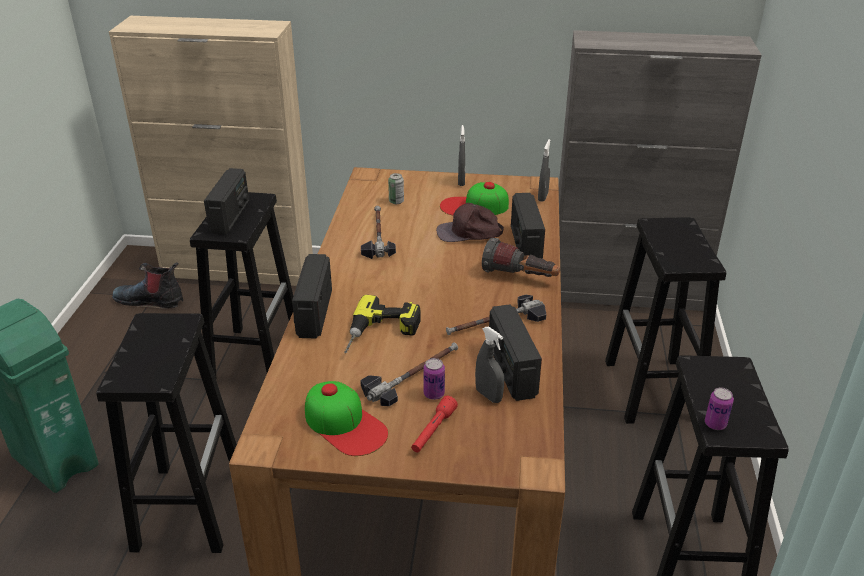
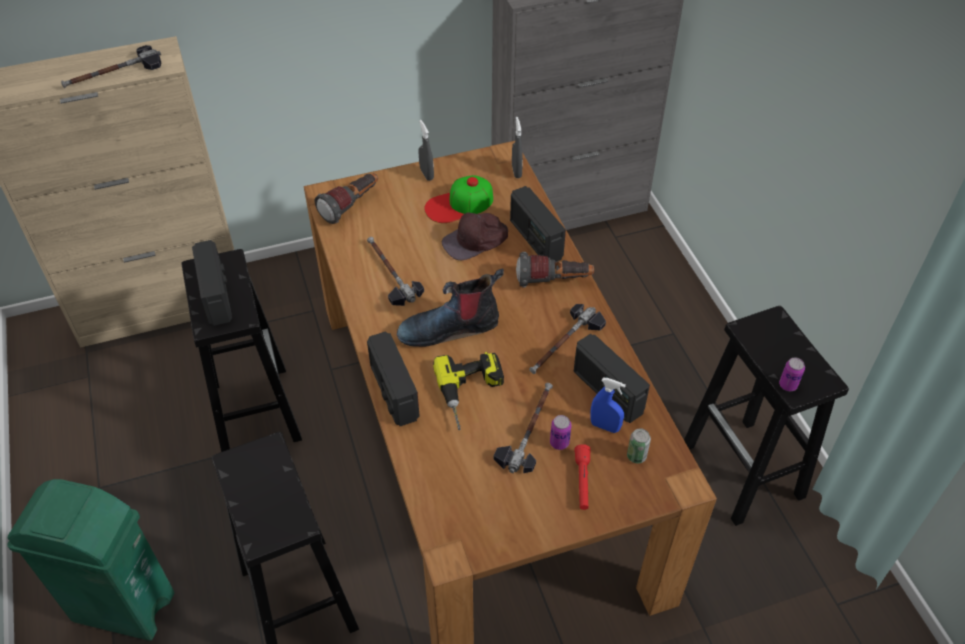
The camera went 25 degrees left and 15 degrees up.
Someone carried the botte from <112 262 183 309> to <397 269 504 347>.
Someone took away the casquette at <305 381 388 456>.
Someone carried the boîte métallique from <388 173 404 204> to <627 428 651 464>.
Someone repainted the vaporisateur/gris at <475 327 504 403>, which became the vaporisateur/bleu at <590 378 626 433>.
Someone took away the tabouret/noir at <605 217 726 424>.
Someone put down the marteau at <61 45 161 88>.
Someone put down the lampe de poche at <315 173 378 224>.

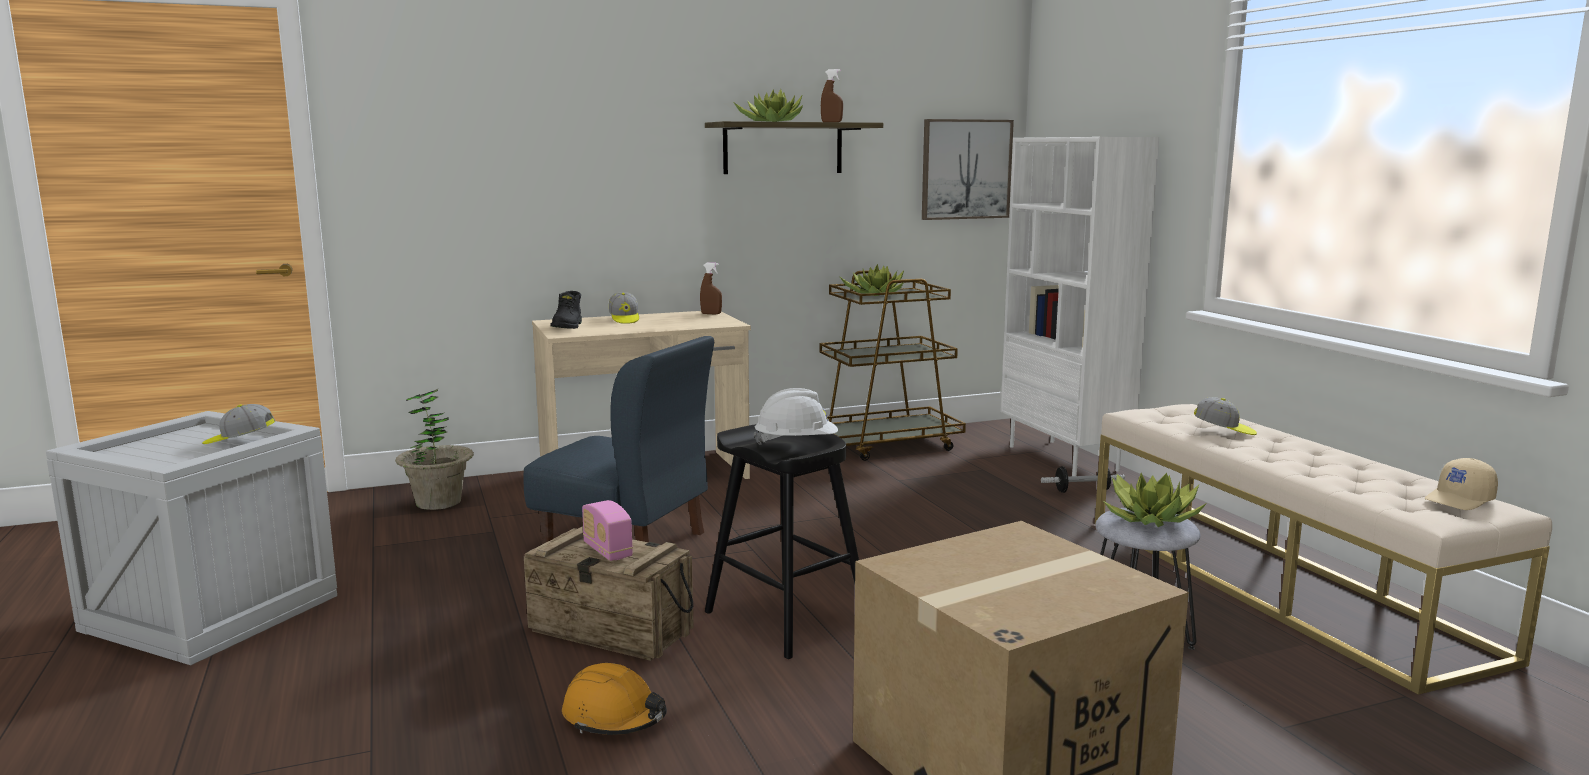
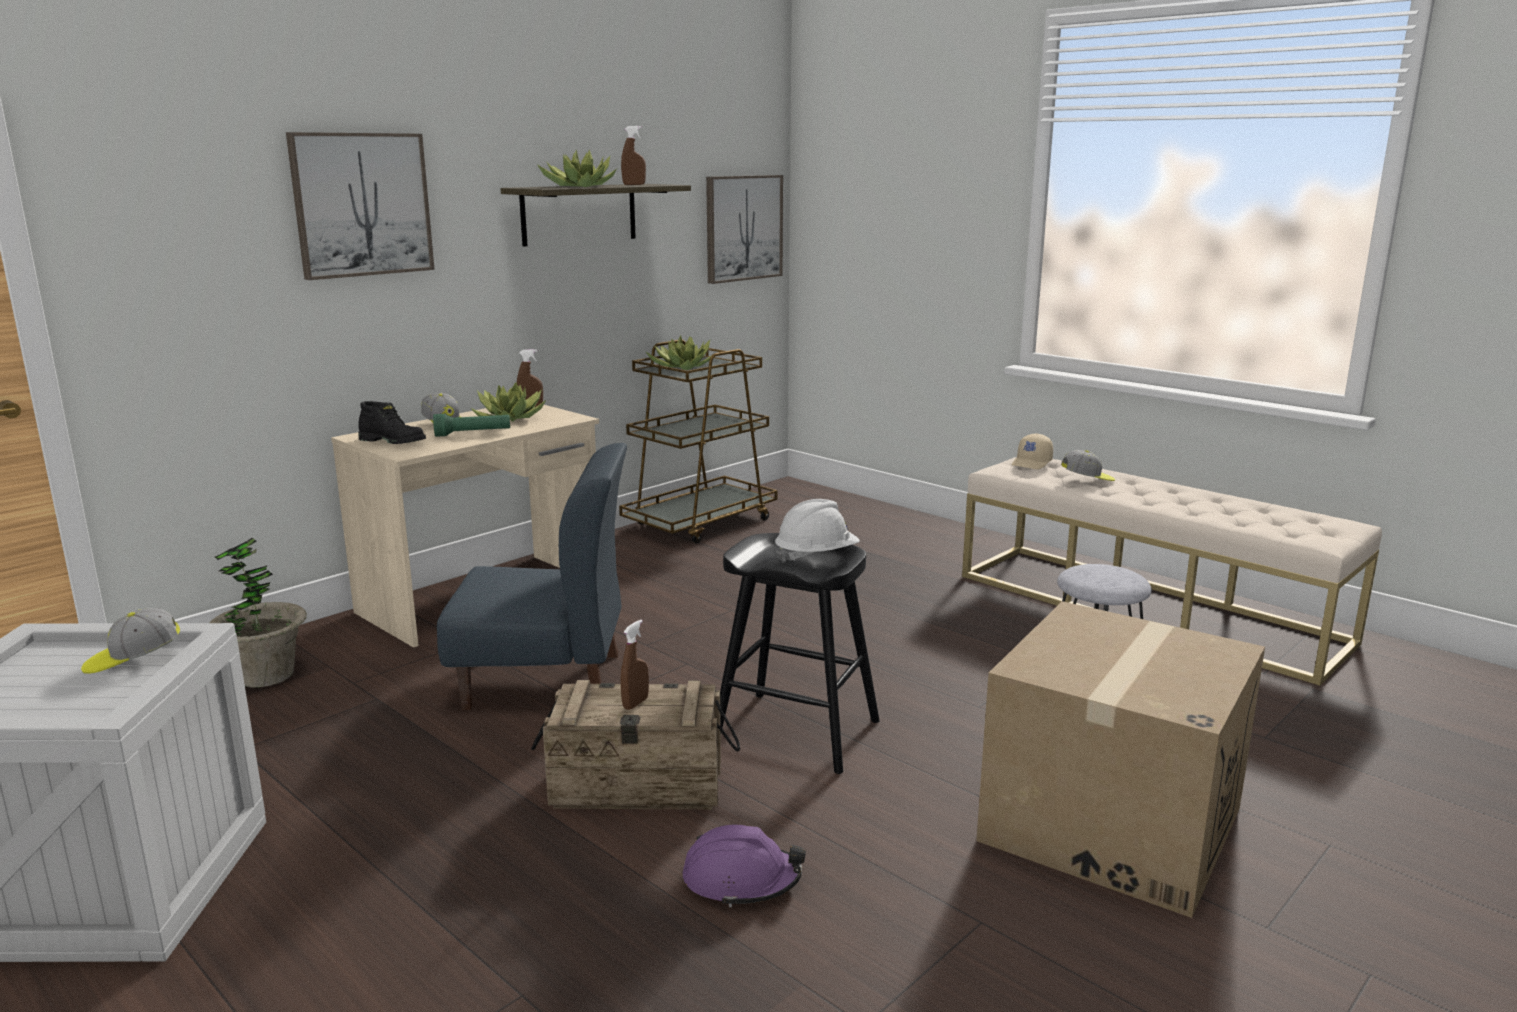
The camera went 25 degrees left and 5 degrees up.
Someone rotated the botte/noir at <550 291 582 329> by 45 degrees counterclockwise.
Someone repainted the casque de chantier/orange at <562 663 667 735>, which became the casque de chantier/violet at <683 825 806 907>.
Someone swapped the radio at <582 500 633 561> for the vaporisateur/marron at <620 620 649 710>.
Someone took away the bibliothèque/blanc at <1000 137 1159 476>.
Someone took away the haltère at <1041 466 1125 493>.
Someone carried the plante en pot from <1104 473 1207 527> to <471 382 546 422>.
Someone carried the casquette/beige from <1424 458 1498 510> to <1012 434 1053 469>.
Someone put up the tableau at <286 132 435 280>.
Someone put down the lampe de poche/vert at <433 414 510 437>.

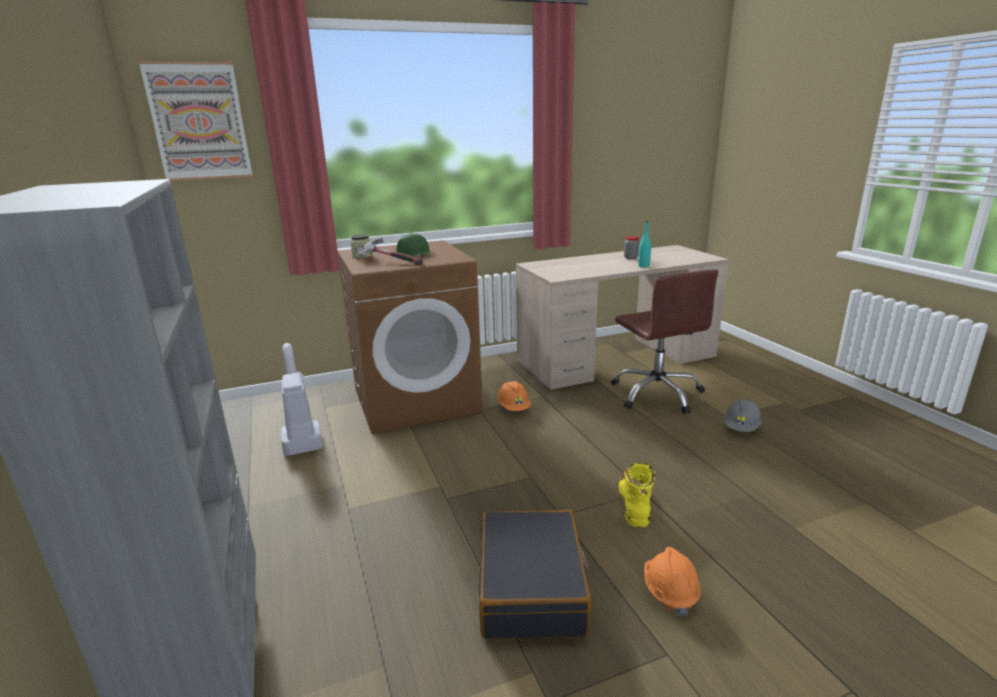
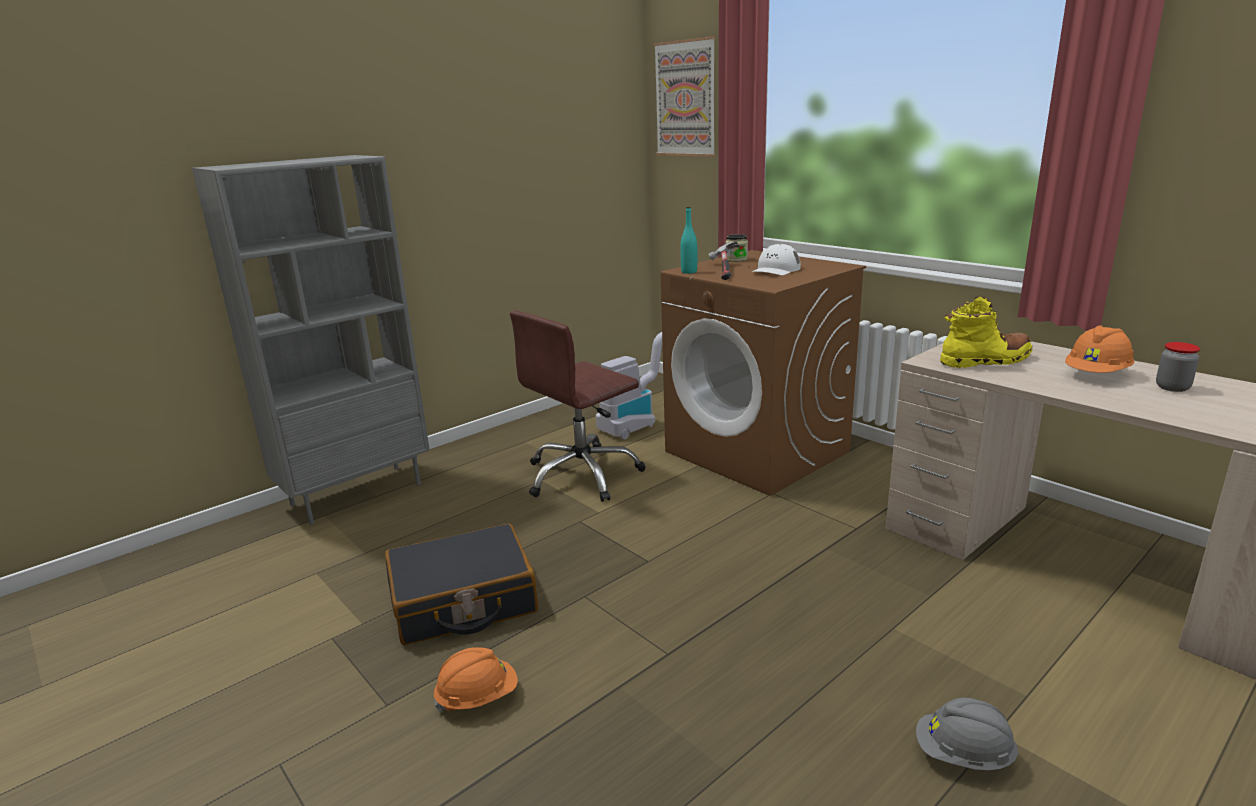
The camera went 70 degrees right and 0 degrees up.
Someone repainted the casquette/vert at <396 233 435 257>, which became the casquette/blanc at <752 244 801 275>.
Someone carried the casque de chantier/orange from <497 381 531 411> to <1065 325 1134 373>.
Someone carried the chaise de bureau/marron from <611 269 718 414> to <510 310 646 502>.
Someone carried the botte/jaune from <619 463 655 528> to <940 297 1032 369>.
Someone carried the bouteille/turquoise from <638 221 651 267> to <680 207 697 274>.

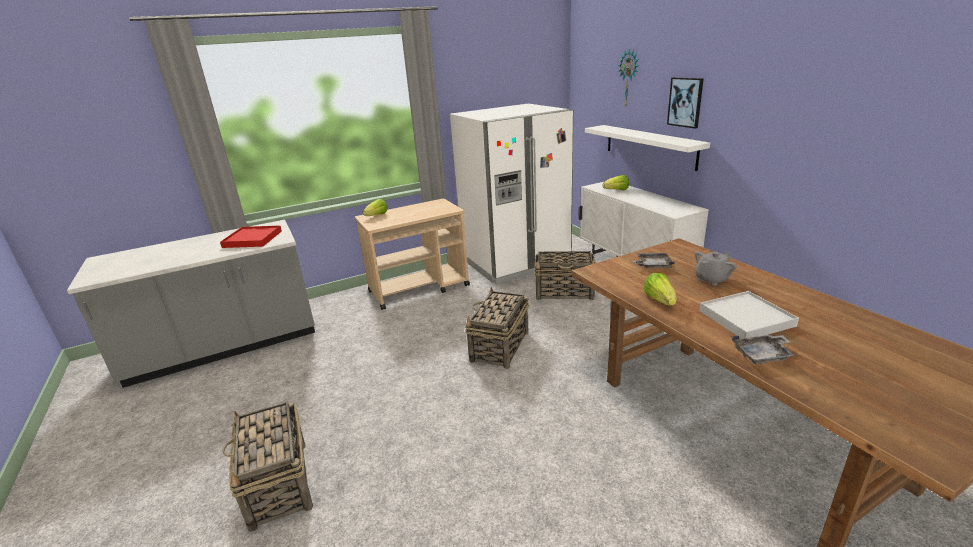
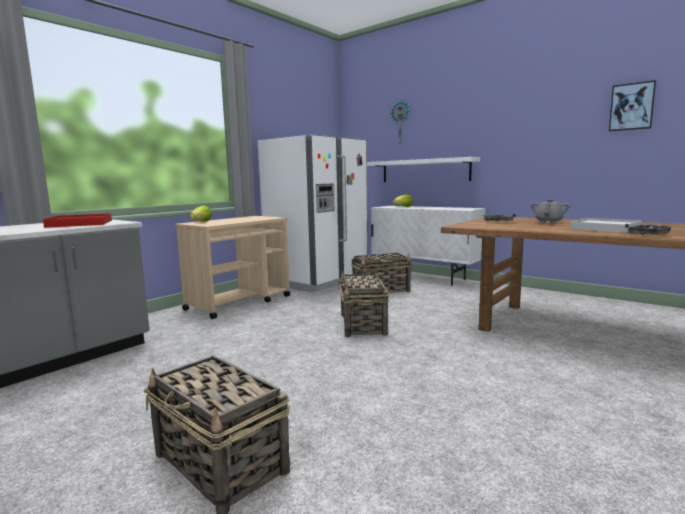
The camera went 25 degrees left and 15 degrees down.
Someone took away the laitue at <643 273 677 305>.
Someone carried the tableau from <667 77 704 128> to <609 80 656 131>.

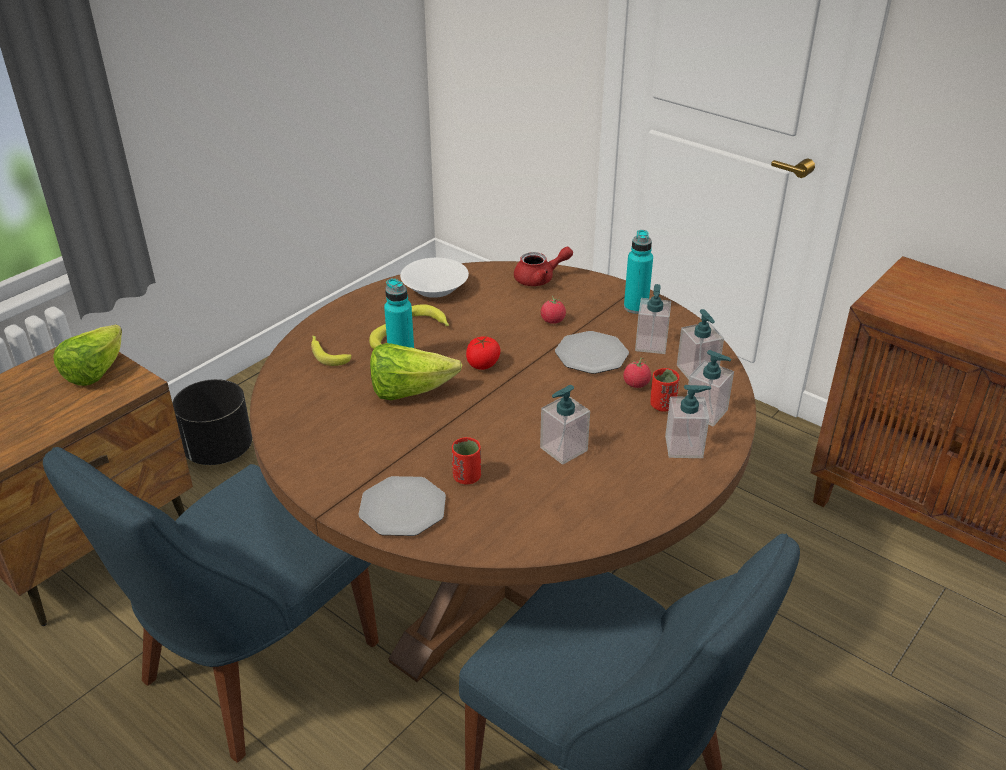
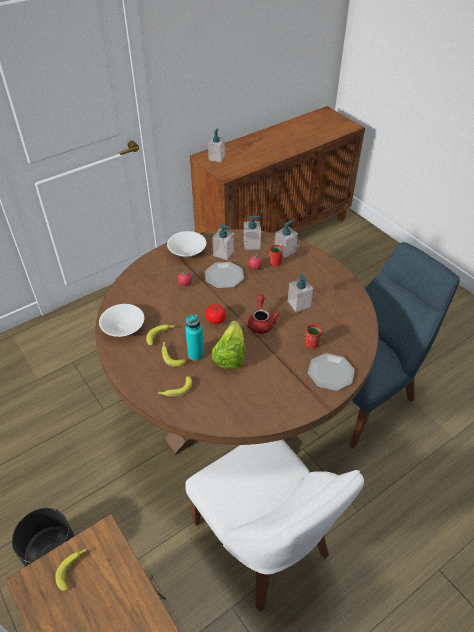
The camera went 75 degrees left and 10 degrees up.
Someone repainted the chaise/bleu at <43 447 379 763>, which became the chaise/blanc at <185 439 364 612>.
Someone swapped the laitue at <53 324 122 386> for the banane at <55 548 87 591>.
Someone carried the théière/rouge from <514 246 573 286> to <248 294 280 334>.
Someone swapped the bouteille/turquoise at <624 230 653 314> for the bol/blanc at <167 231 206 257>.
Someone carried the distributeur de savon from <665 385 711 458> to <208 128 225 162>.

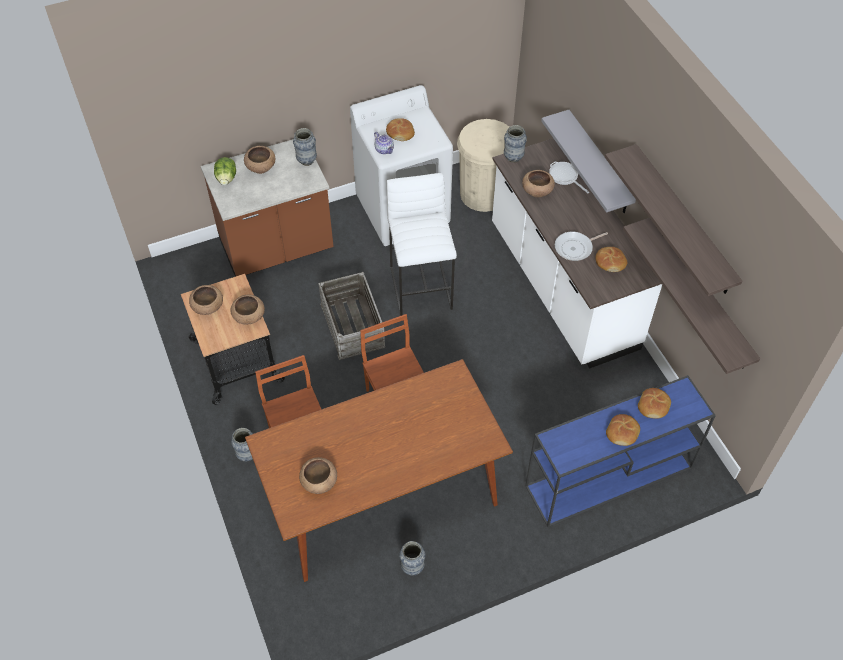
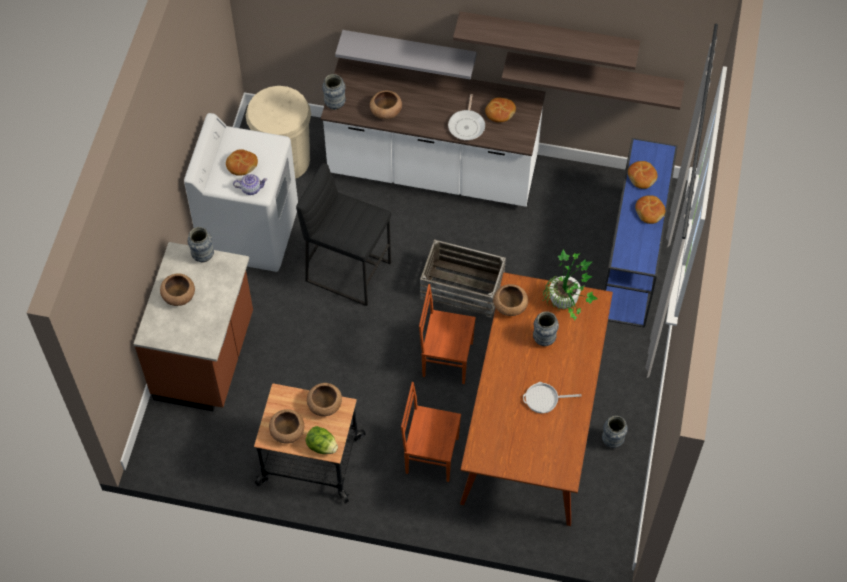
The camera went 55 degrees left and 5 degrees up.
Someone carried the laitue from <214 157 236 185> to <305 426 338 454>.
Someone carried the vase from <231 428 253 462> to <533 311 559 346>.
Someone carried the bol/marron from <299 457 337 494> to <493 284 528 316>.
Someone carried the caisse from <318 272 385 360> to <420 239 506 318>.
Someone repainted the tabouret/blanc at <387 173 457 316>, which became the tabouret/noir at <296 163 391 306>.
Someone carried the poêle from <549 162 589 193> to <523 382 582 413>.
Someone put down the plante en pot at <542 249 598 320>.

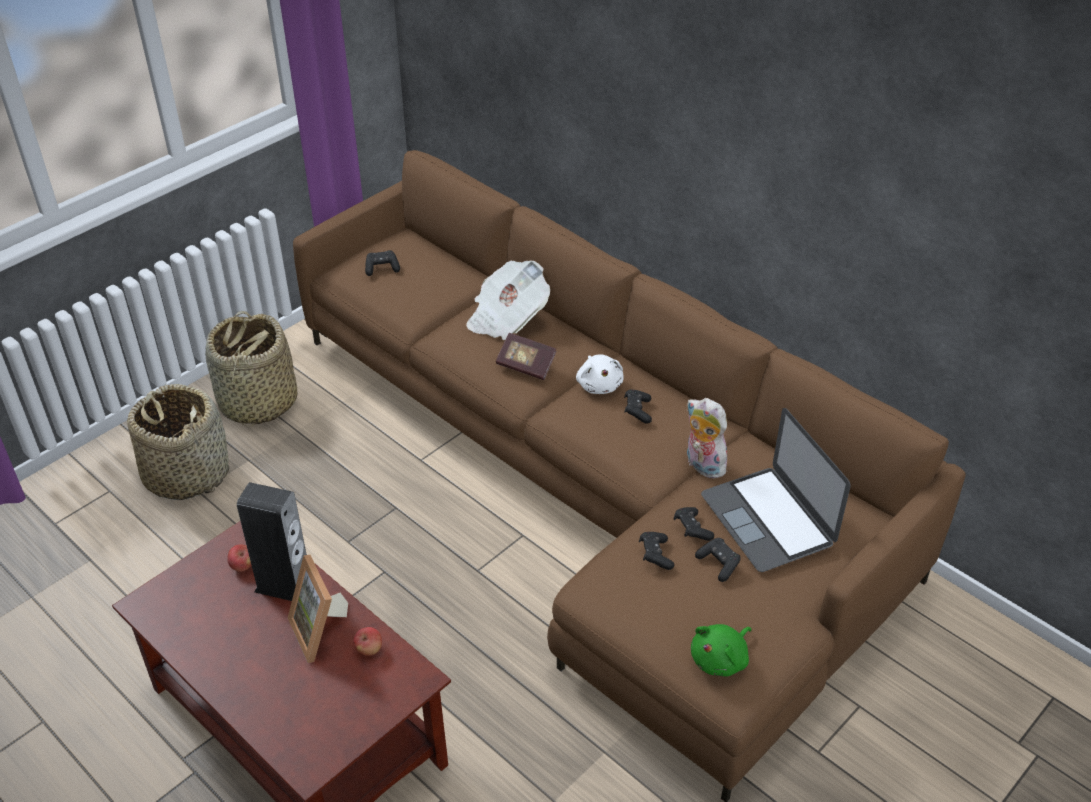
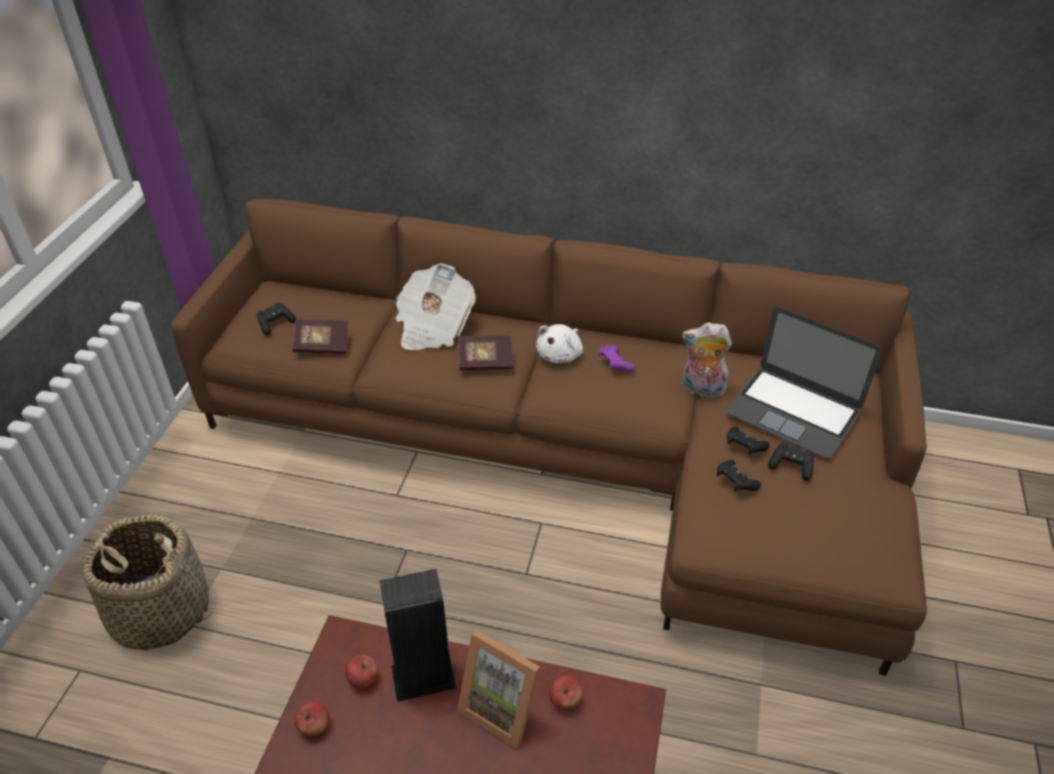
The camera went 30 degrees left and 0 degrees up.
Someone took away the panier at <205 311 297 426>.
Someone rotated the peluche/blanc at <576 354 624 394> by 75 degrees clockwise.
Someone repainted the manette/noir at <624 389 652 424>, which became the manette/violet at <598 345 635 372>.
Someone took away the peluche/vert at <691 624 751 676>.
Someone put down the livre at <293 319 348 354>.
Someone put down the pomme at <294 701 329 736>.

